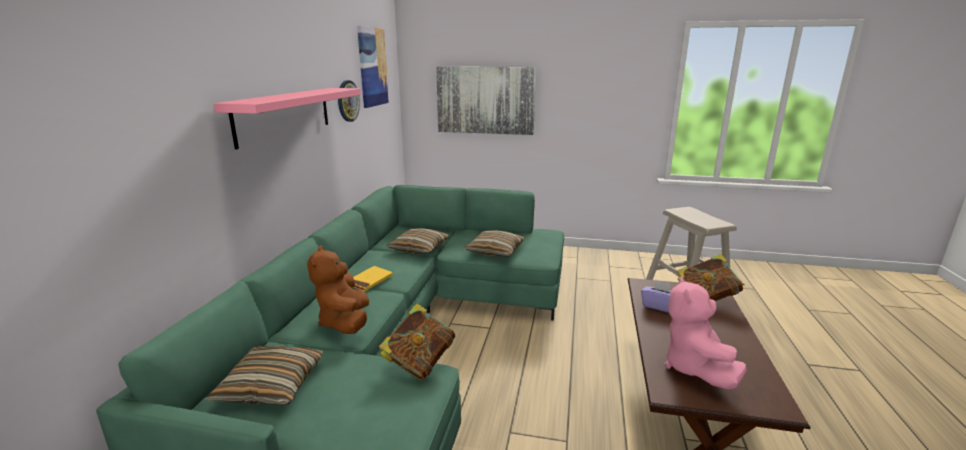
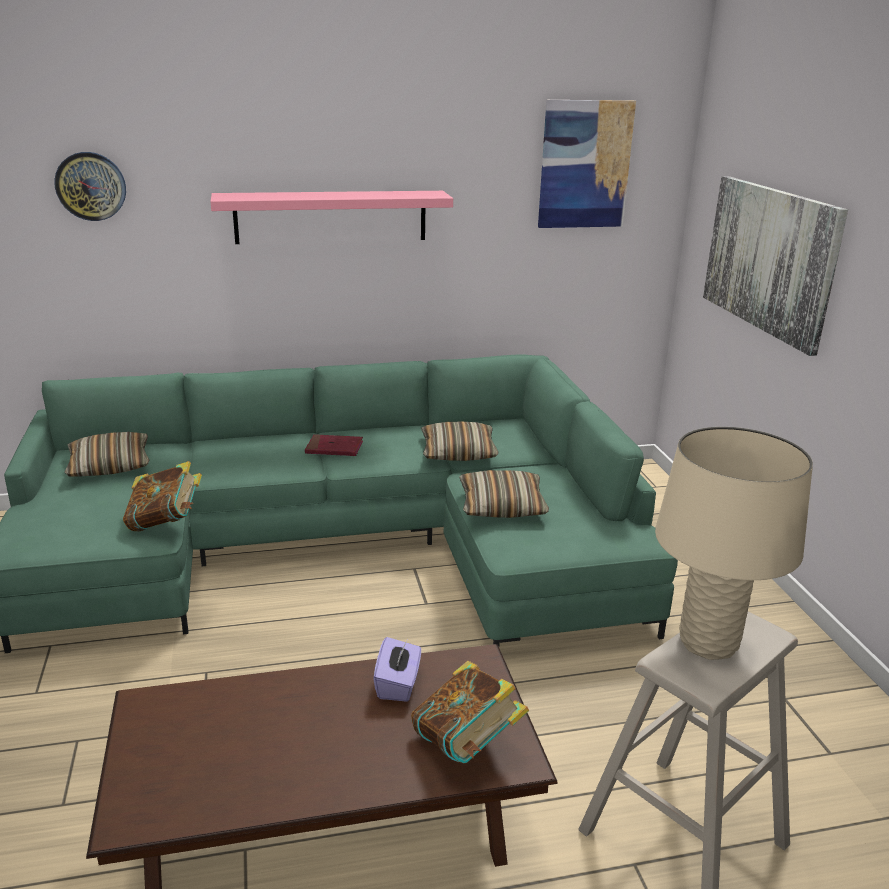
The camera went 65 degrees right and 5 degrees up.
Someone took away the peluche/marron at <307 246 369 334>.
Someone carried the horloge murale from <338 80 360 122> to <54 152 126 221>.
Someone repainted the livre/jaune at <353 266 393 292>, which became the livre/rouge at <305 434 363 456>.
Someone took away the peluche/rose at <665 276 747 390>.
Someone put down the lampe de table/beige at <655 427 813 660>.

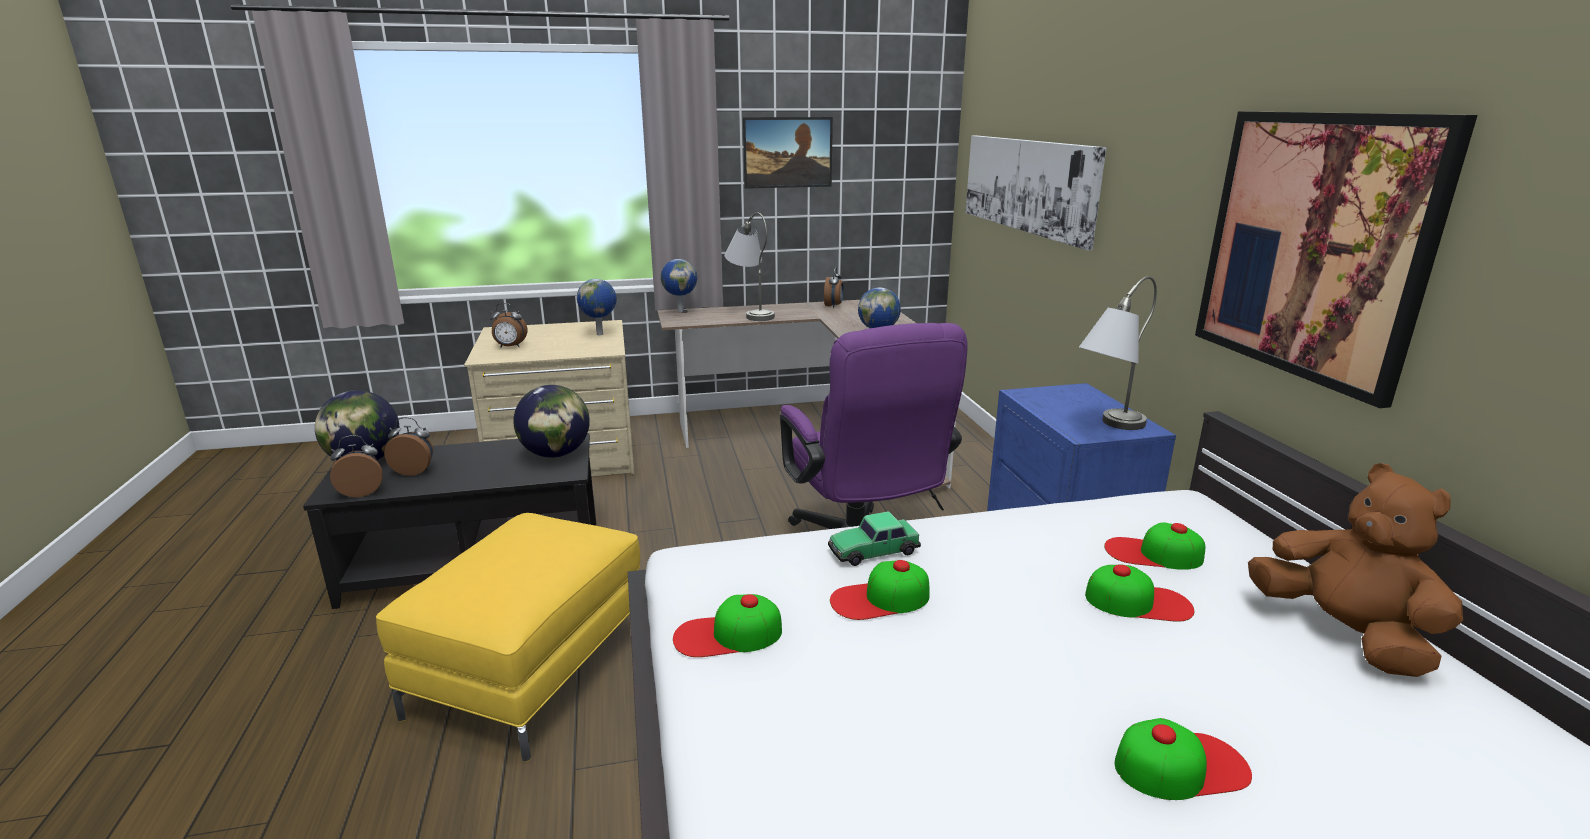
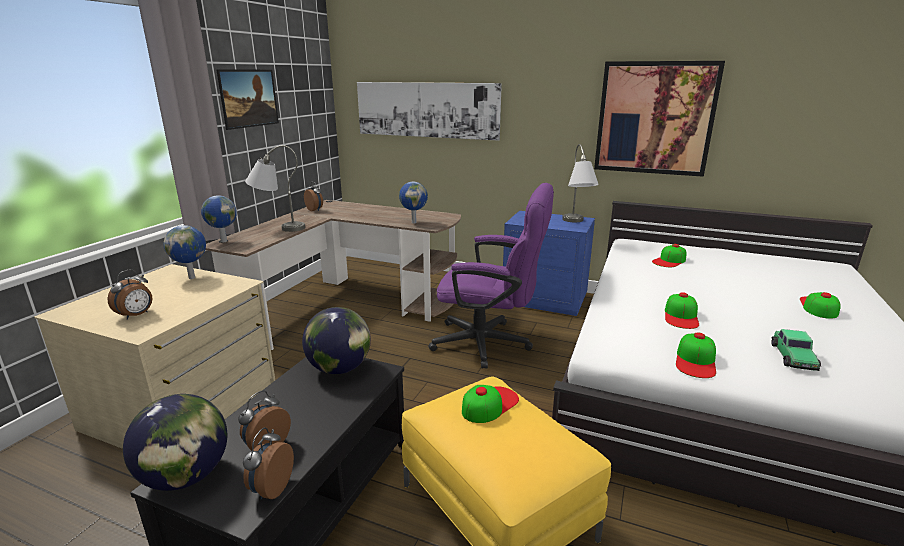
The camera went 55 degrees left and 0 degrees up.
Someone carried the petite voiture from <828 511 921 566> to <771 329 821 371>.
Someone carried the casquette from <1085 564 1194 622> to <462 385 519 423>.
Someone took away the peluche/marron at <1248 463 1463 677>.

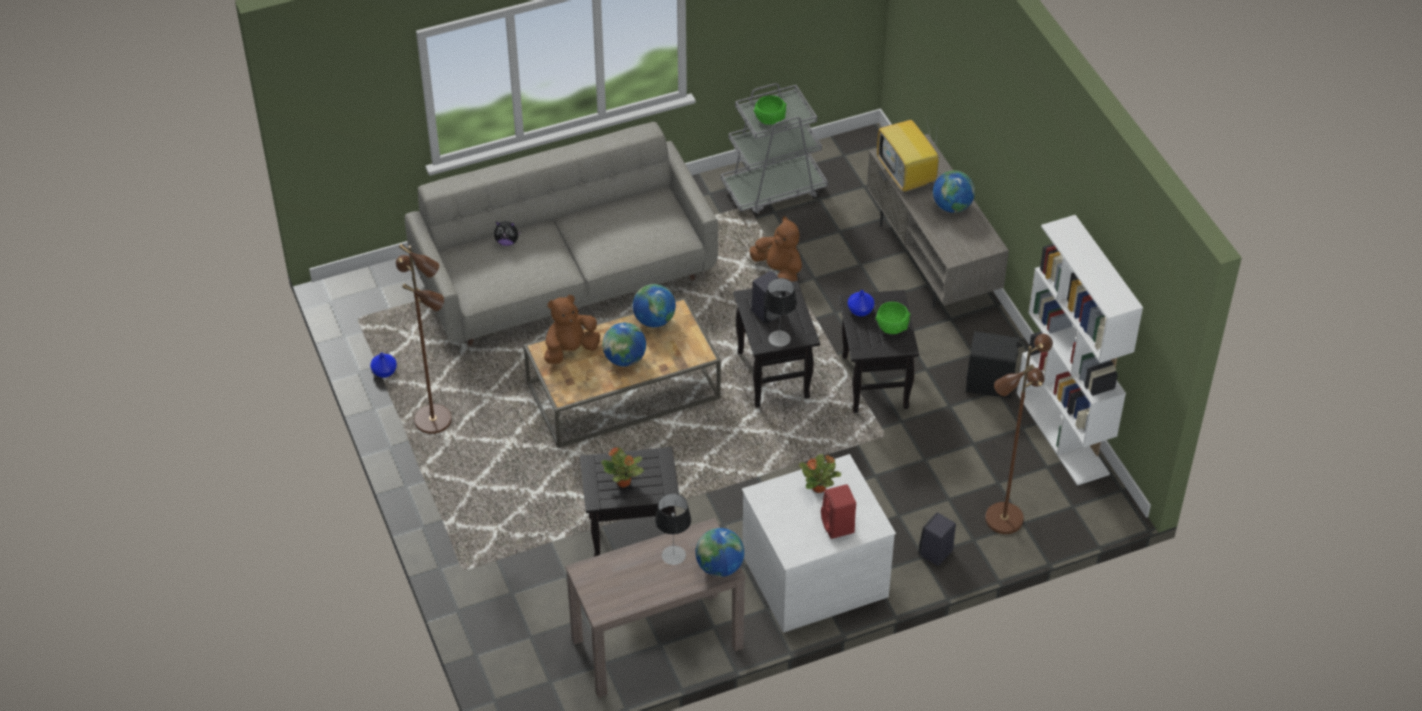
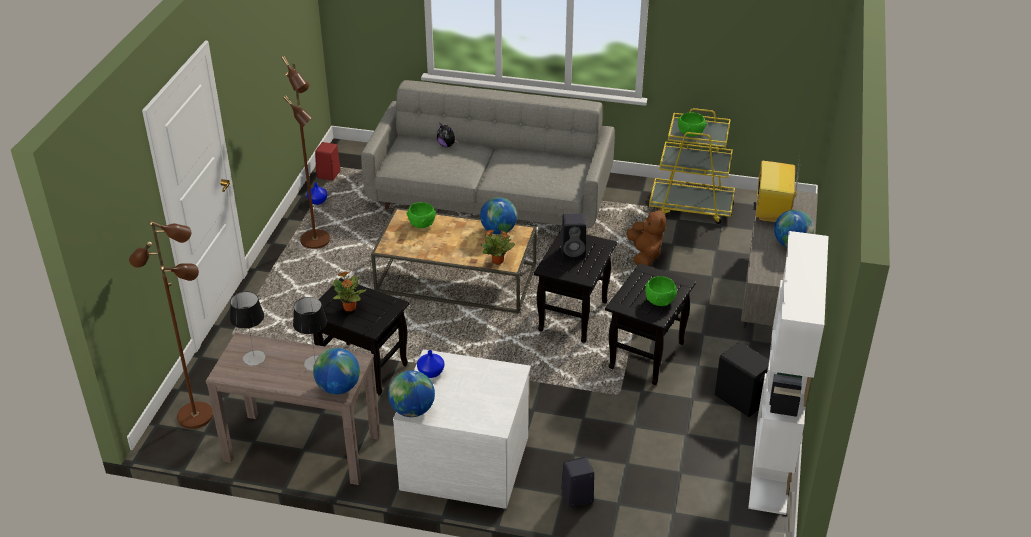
The camera went 35 degrees right and 10 degrees down.
Someone swapped the peluche/marron at <544 295 600 364> for the bol/vert at <406 202 436 228>.
Someone carried the globe from <602 323 646 367> to <388 370 435 417>.
Someone repainted the chariot/gris at <721 83 828 216>, which became the chariot/jaune at <649 108 735 224>.
Someone carried the lampe de table from <764 278 797 347> to <230 292 265 366>.
Someone carried the plante en pot from <798 454 841 493> to <481 229 515 265>.
Someone carried the enceinte/rouge from <821 484 856 539> to <315 142 340 180>.
Someone carried the vase/bleu from <848 290 875 316> to <417 350 444 378>.
Someone carried the lampadaire/marron from <985 334 1053 534> to <129 221 213 429>.

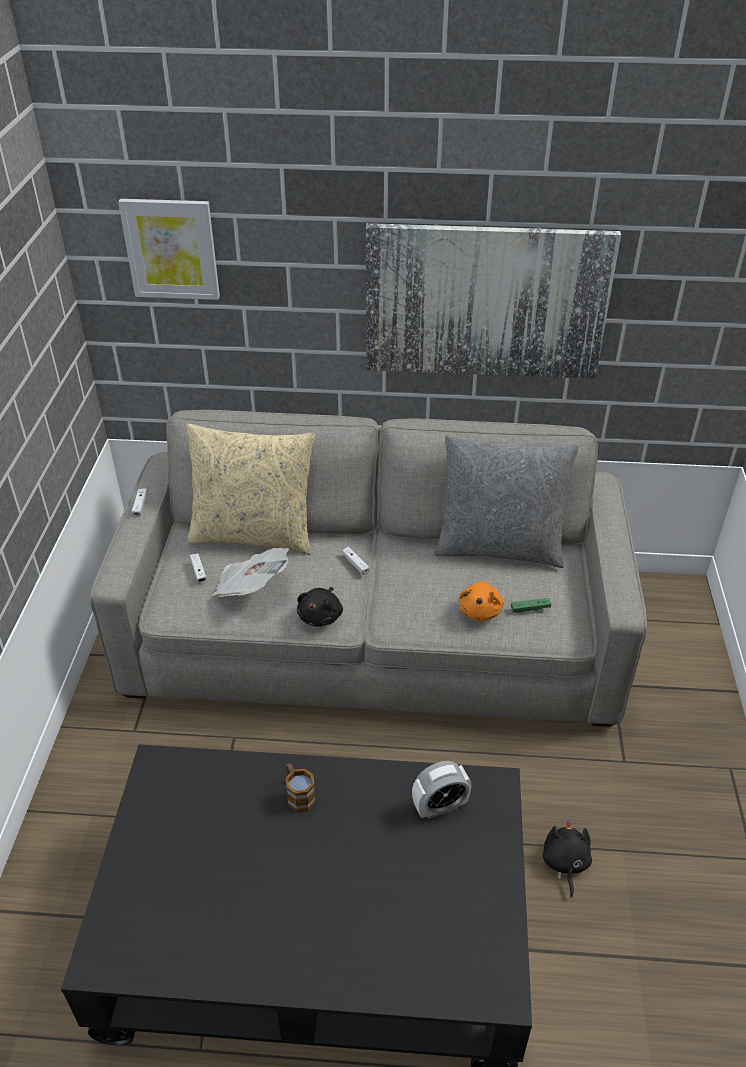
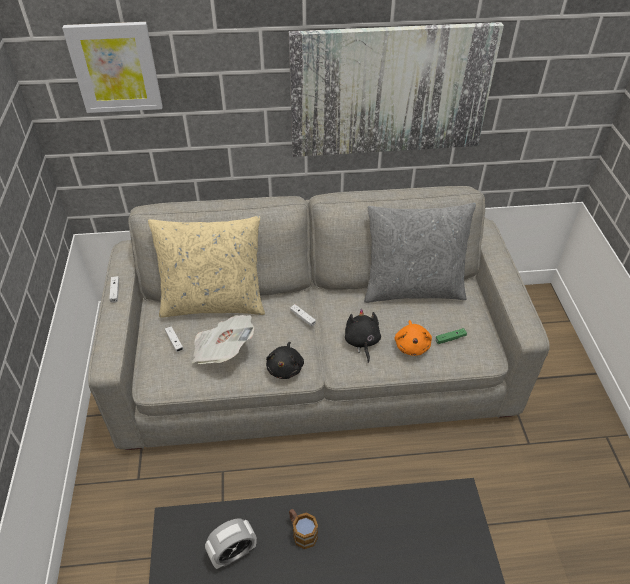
The camera went 10 degrees left and 5 degrees up.
Someone carried the réveil from <412 761 471 819> to <205 518 257 569>.
Someone carried the peluche/noir from <543 820 592 898> to <345 309 381 363>.

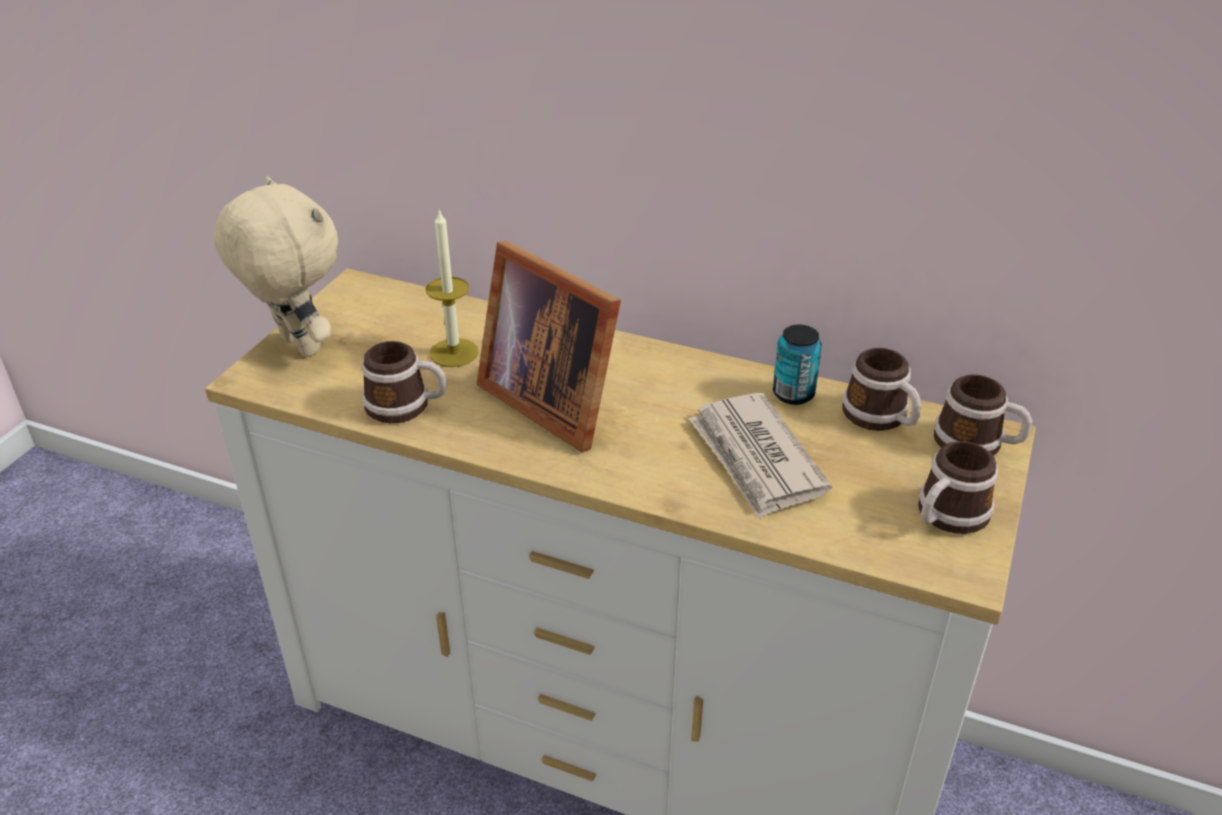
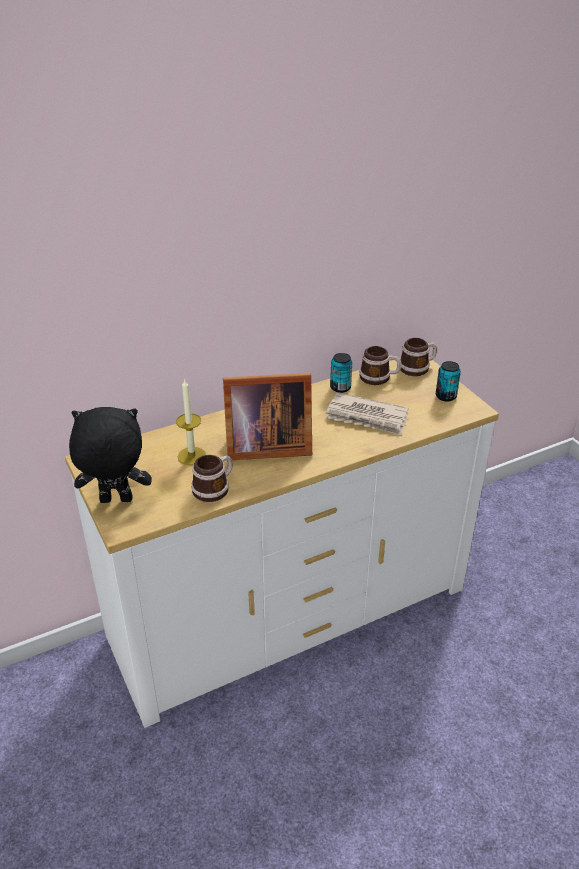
The camera went 50 degrees left and 0 degrees up.
Someone repainted the peluche/beige at <213 176 338 357>, which became the peluche/noir at <69 407 152 503>.
Someone swapped the mug at <918 441 998 534> for the boîte métallique at <436 361 461 402>.

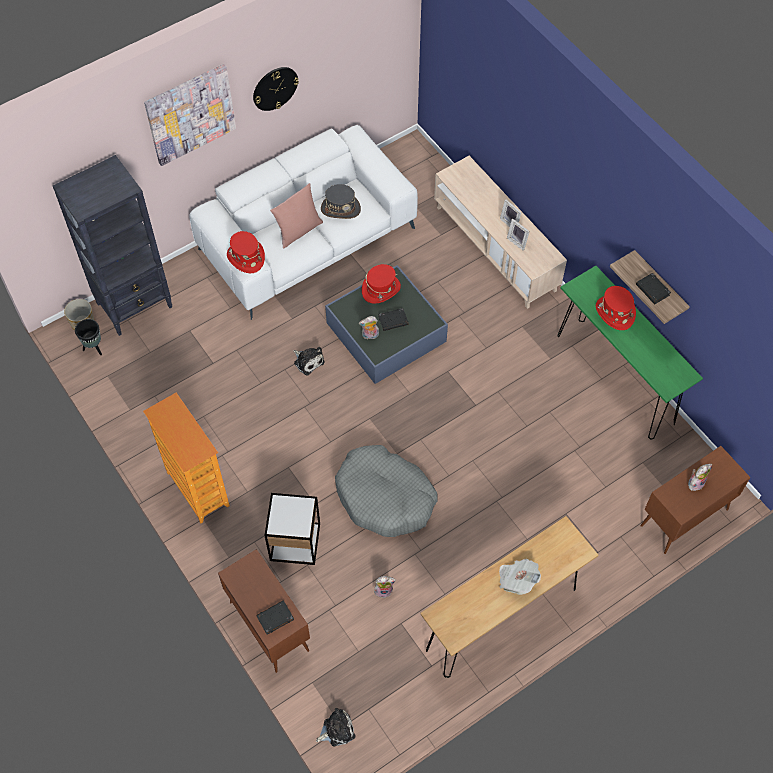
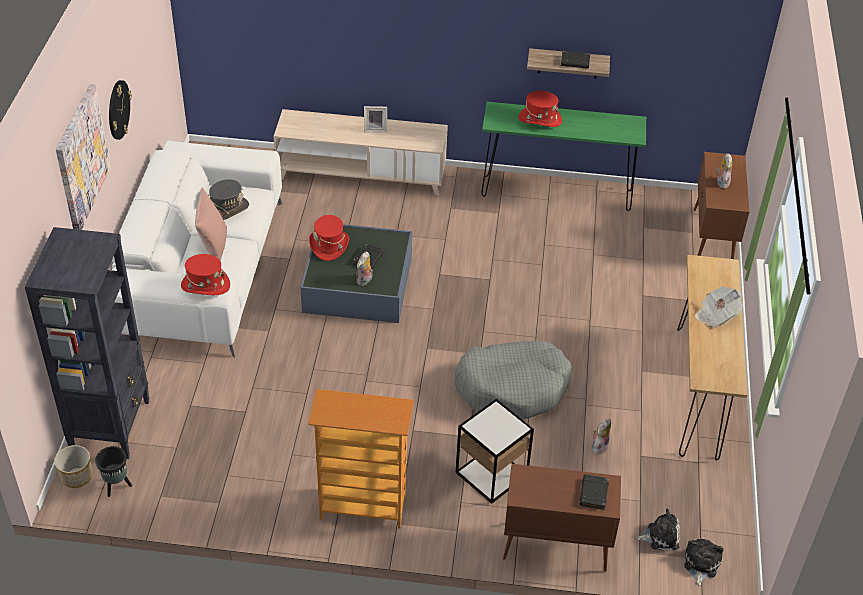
The camera went 50 degrees left and 15 degrees down.
Someone carried the peluche from <293 347 325 376> to <636 509 680 551>.
Someone took away the cadre photo at <507 219 530 251>.

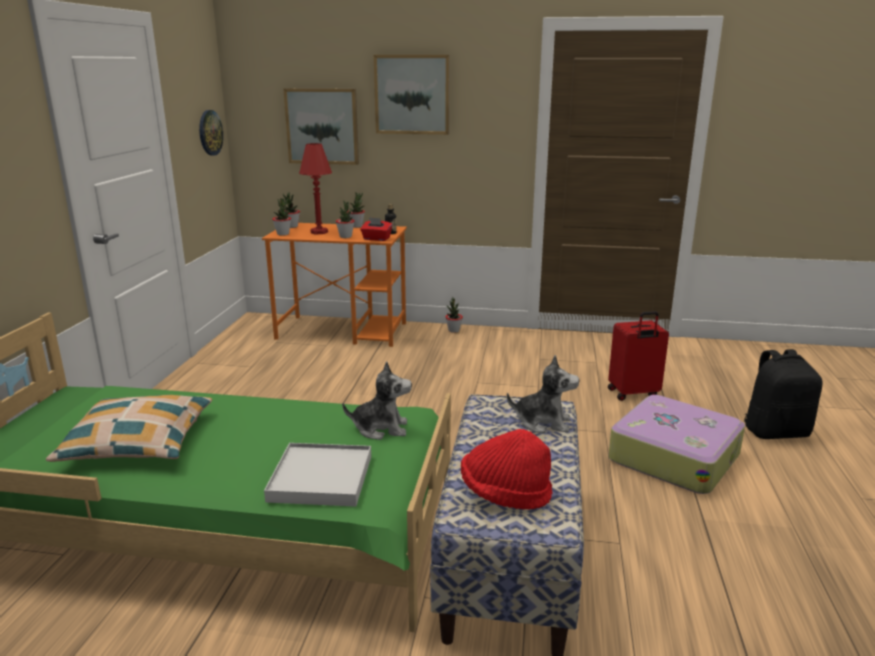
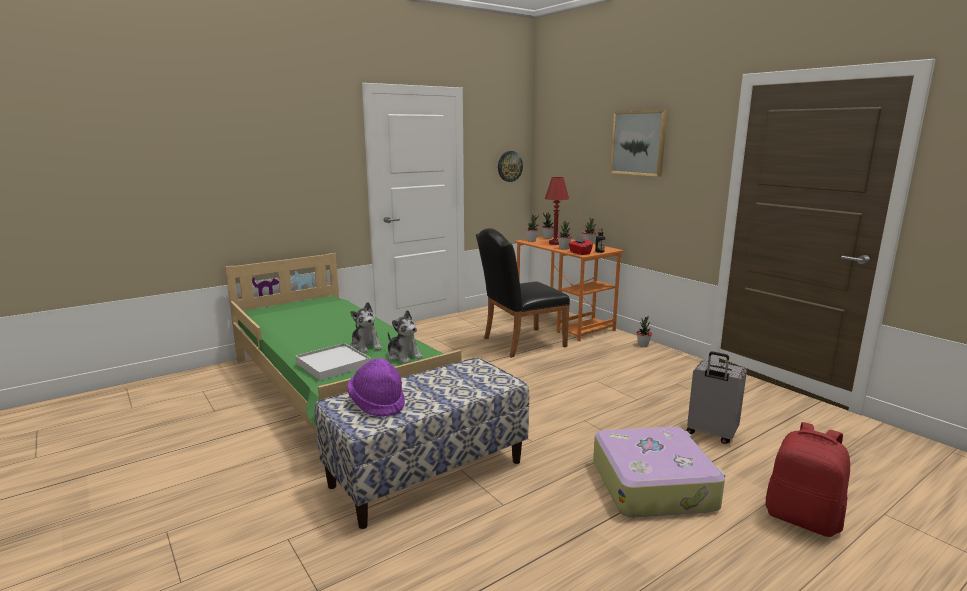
The camera went 45 degrees right and 5 degrees down.
Someone took away the coussin at <46 395 212 462>.
Someone took away the tableau at <283 88 359 165>.
Someone repainted the chapeau/rouge at <461 429 553 510>, which became the chapeau/violet at <347 358 405 417>.
Someone carried the peluche from <507 355 579 433> to <350 302 382 353>.
Someone repainted the valise/rouge at <608 311 669 401>, which became the valise/gris at <686 351 747 444>.
Someone repainted the sac à dos/noir at <744 349 823 439>, which became the sac à dos/rouge at <766 422 850 537>.
Someone put down the chaise/noir at <476 228 570 358>.

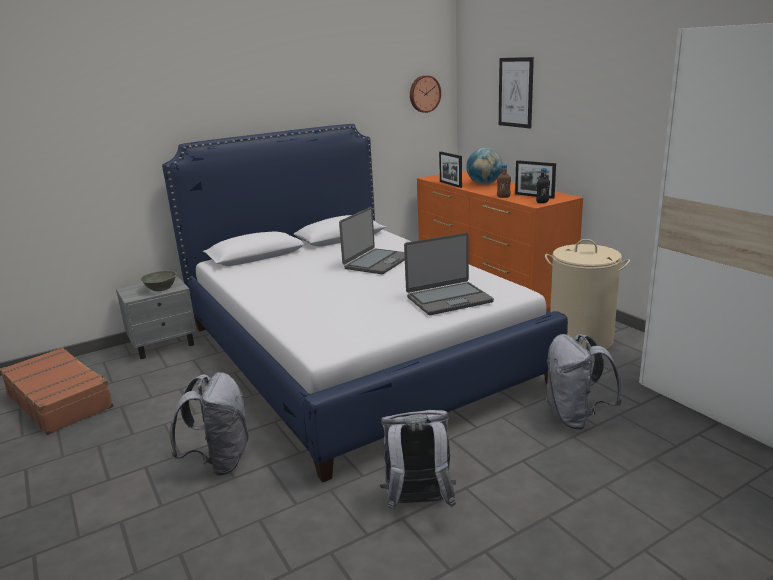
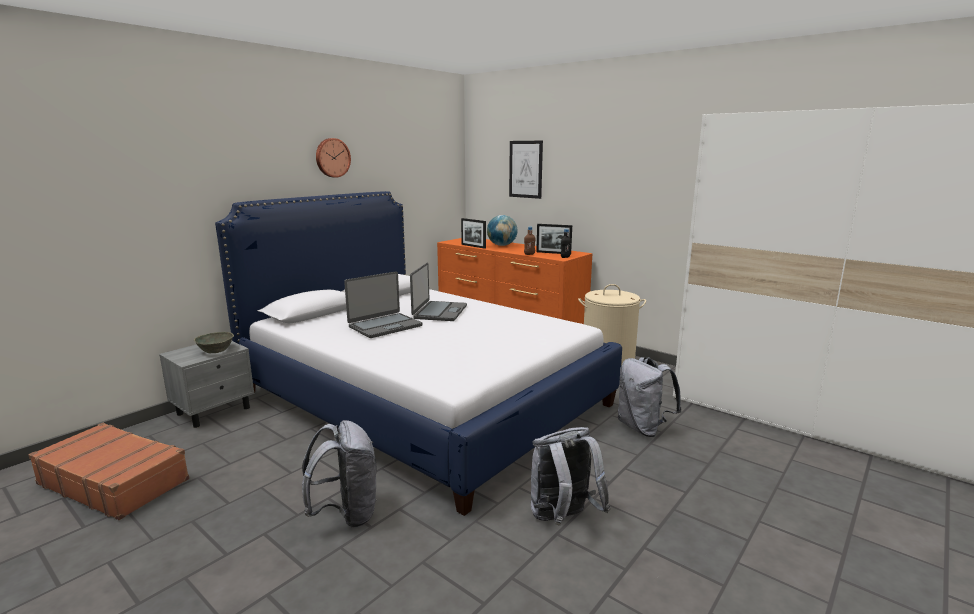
The camera went 20 degrees left and 5 degrees down.
Someone carried the ordinateur portable from <404 233 494 315> to <344 271 423 338>.
Someone carried the horloge murale from <410 75 441 113> to <316 138 351 178>.

